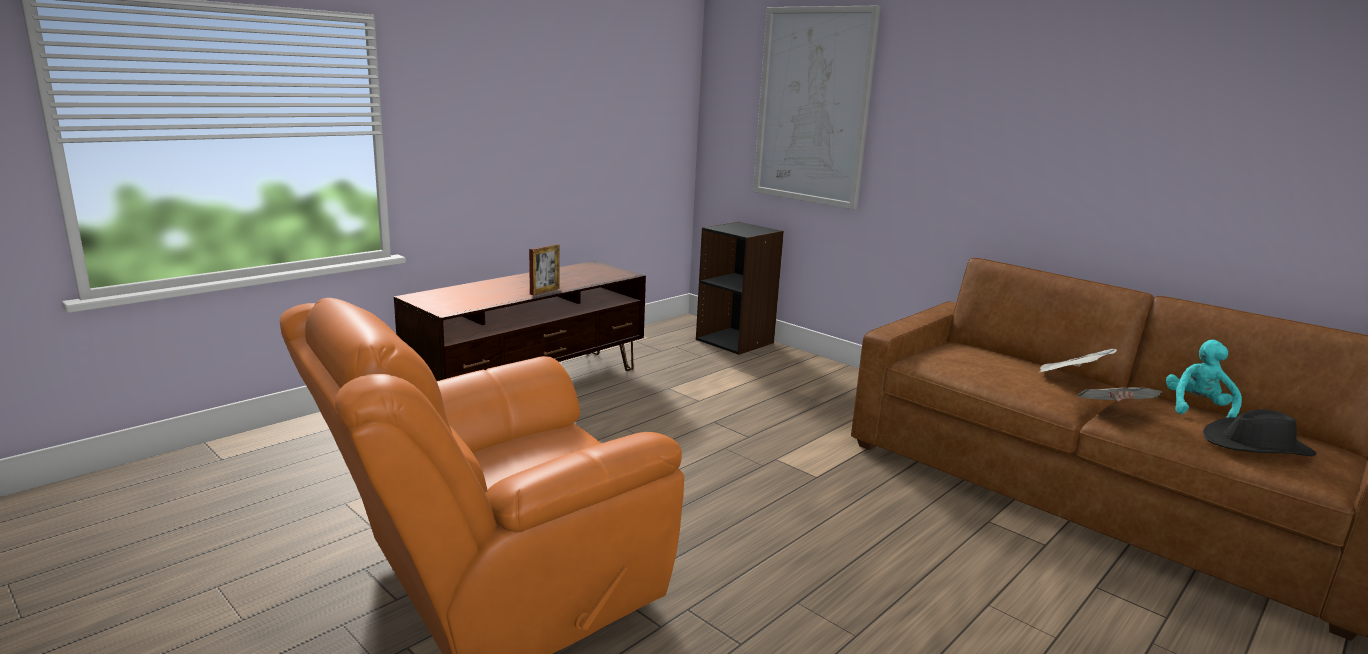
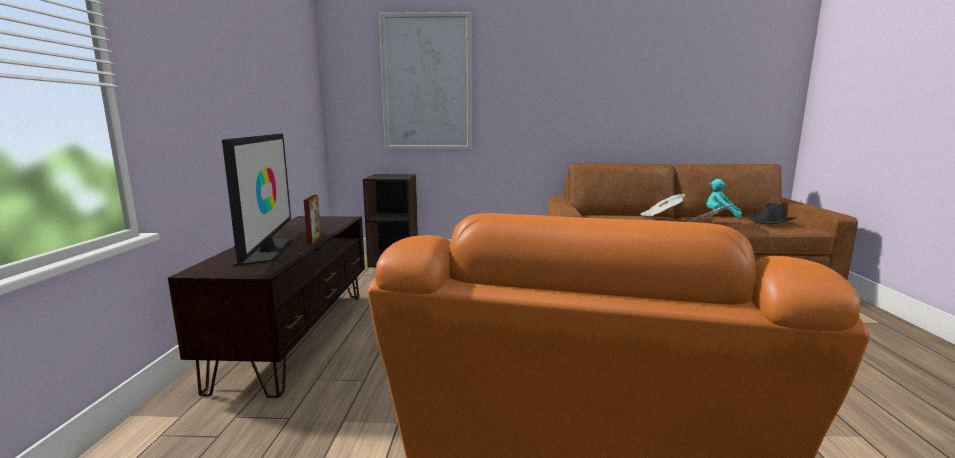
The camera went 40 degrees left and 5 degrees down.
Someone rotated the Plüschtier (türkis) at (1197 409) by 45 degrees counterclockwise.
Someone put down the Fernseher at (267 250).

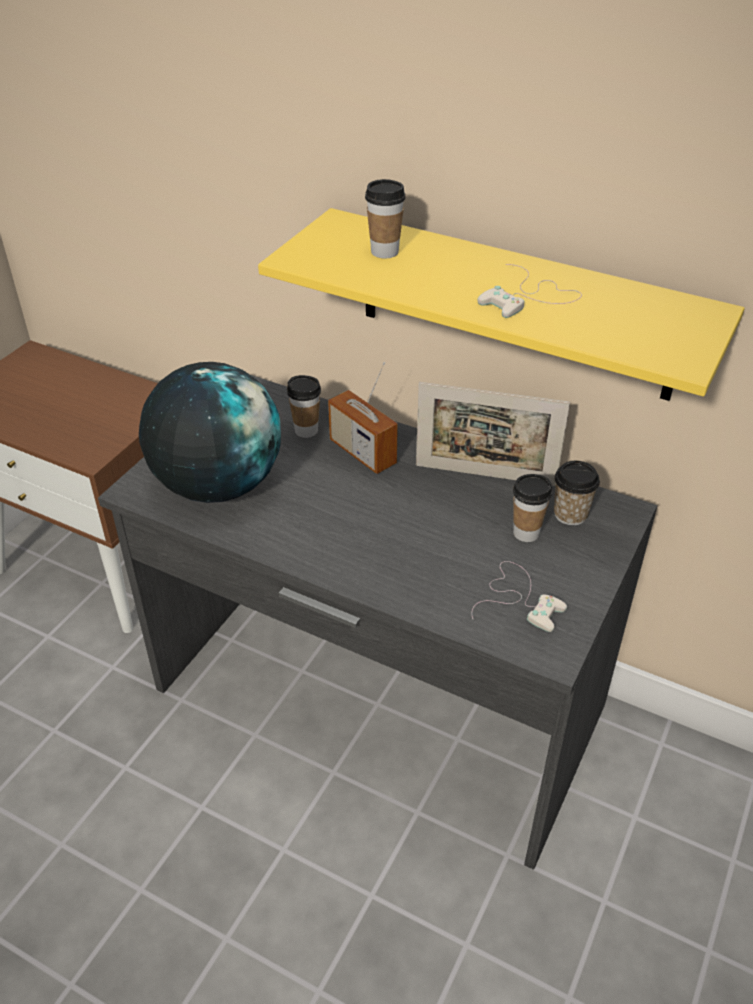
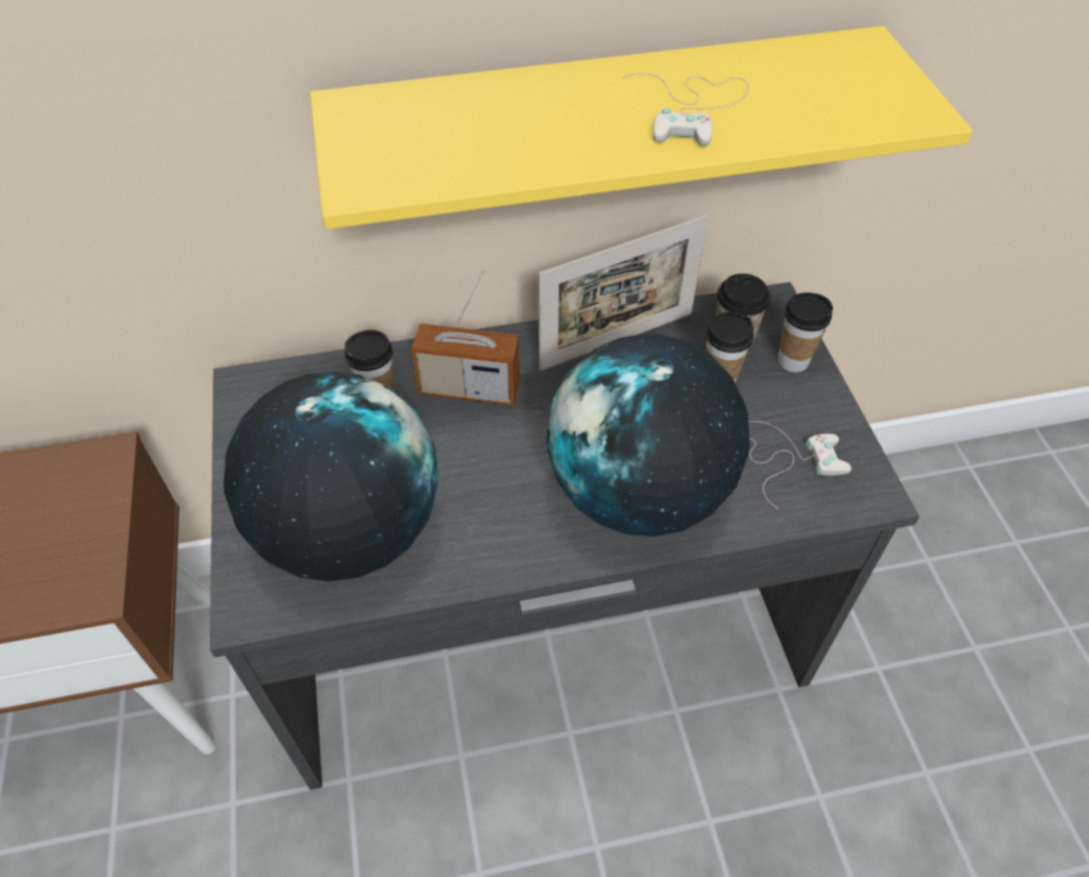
The camera went 40 degrees left and 10 degrees up.
Someone carried the Tasse from (384 252) to (793 361).
Someone put down the Globus at (639 493).

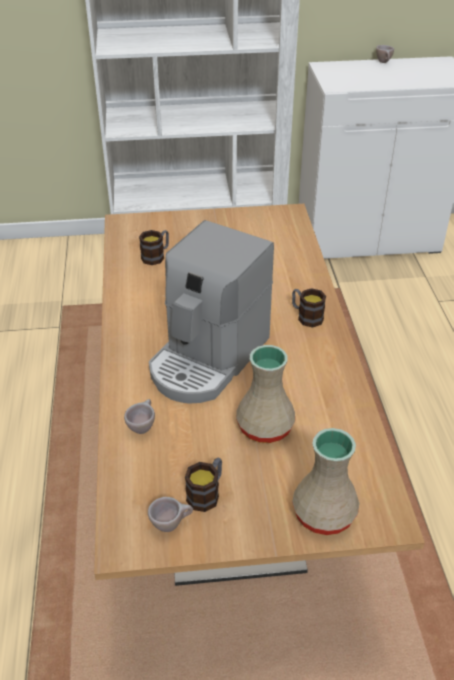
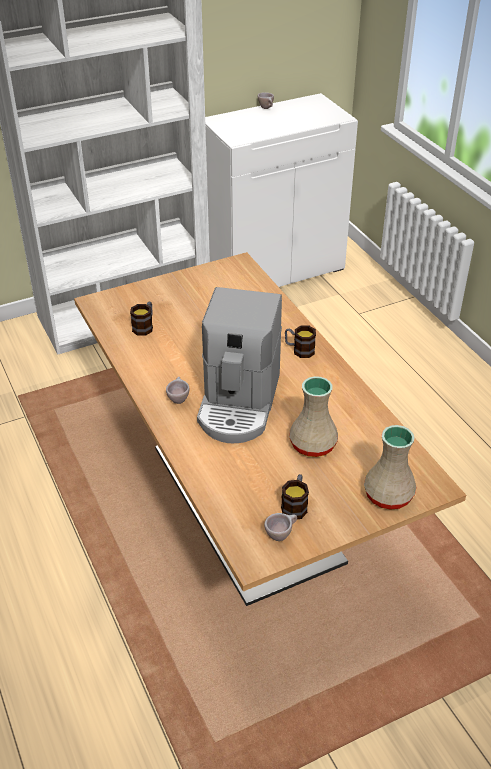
The camera went 20 degrees left and 0 degrees up.
Someone carried the Tasse (beige) from (142 426) to (178 398).

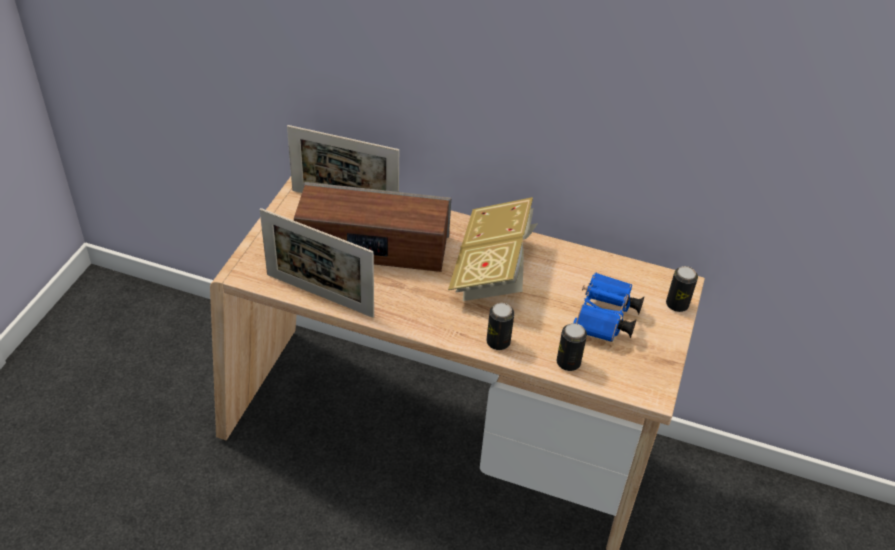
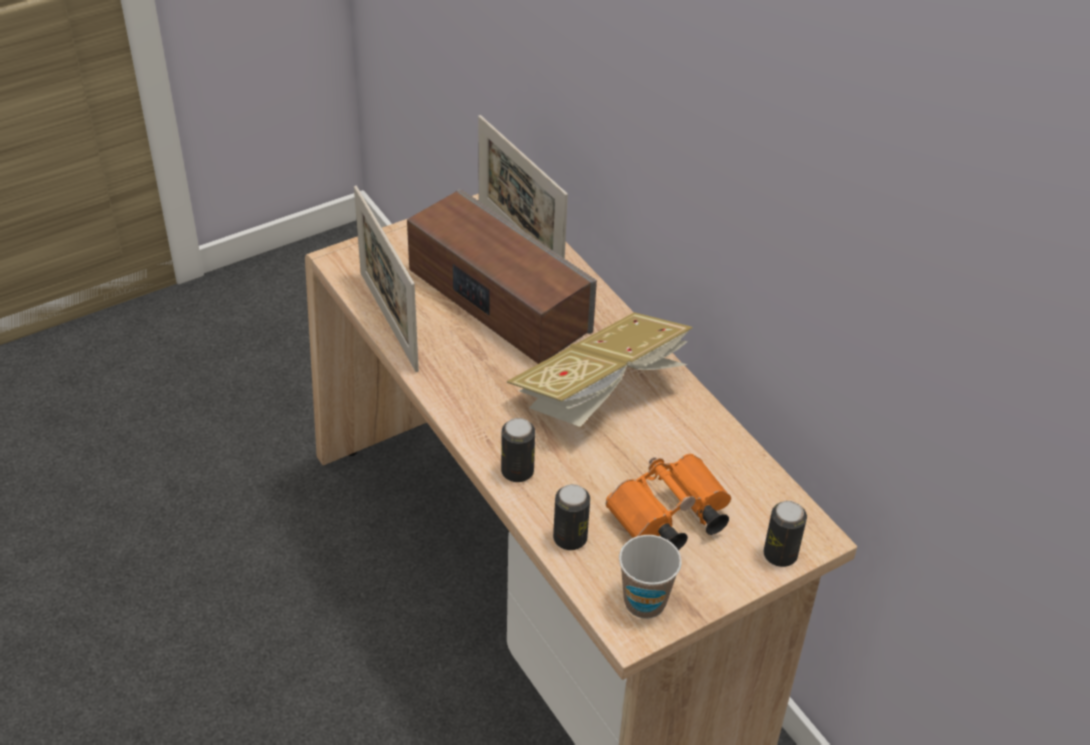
The camera went 40 degrees right and 0 degrees up.
Someone repainted the Fernglas (blau) at (604 320), which became the Fernglas (orange) at (667 519).
Someone put down the Tasse at (644 602).

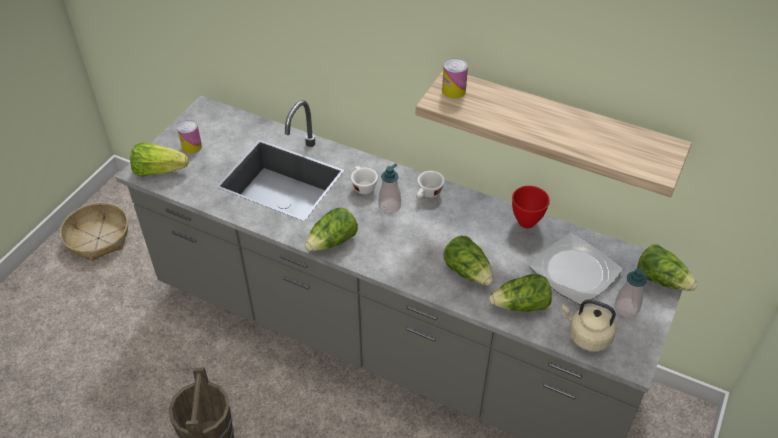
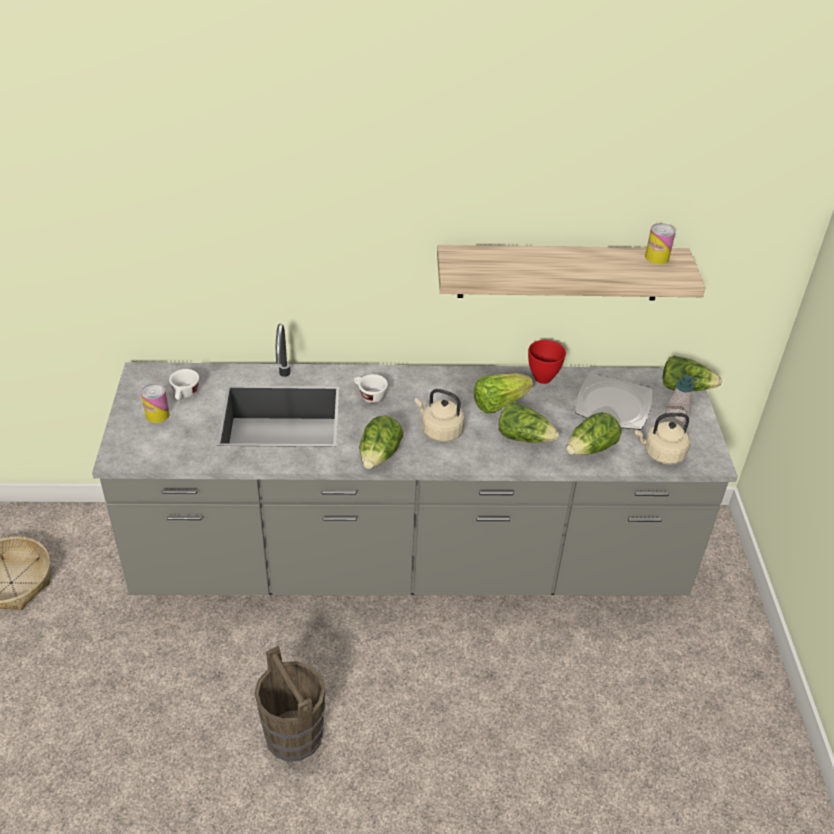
The camera went 30 degrees left and 5 degrees down.
Someone carried the Salatkopf from (159 170) to (499 403).
Someone took away the Seifenspender at (389 206).
Someone carried the Tasse (weiß) from (428 194) to (185 395).
Someone carried the Dose from (453 91) to (657 257).
Someone put down the Wasserkessel (beige) at (439 431).

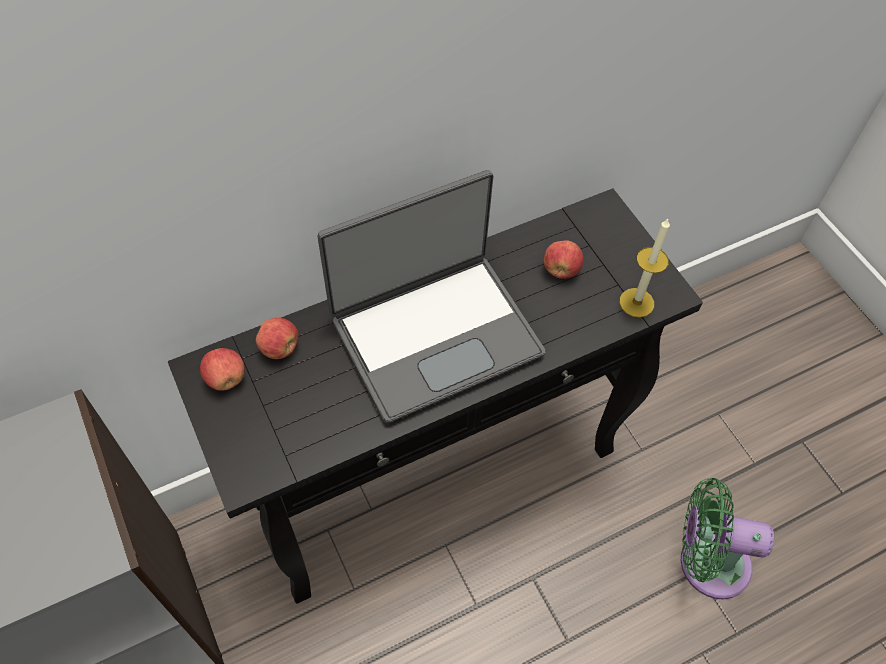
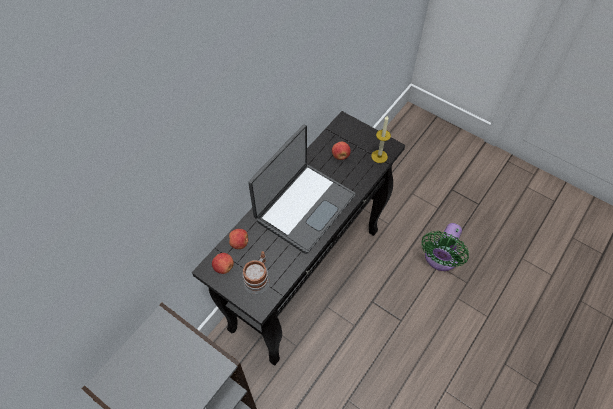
The camera went 25 degrees left and 0 degrees up.
Someone rotated the Ventilator (grün) at (706 562) by 45 degrees counterclockwise.
Someone put down the Henkelbecher at (258 278).

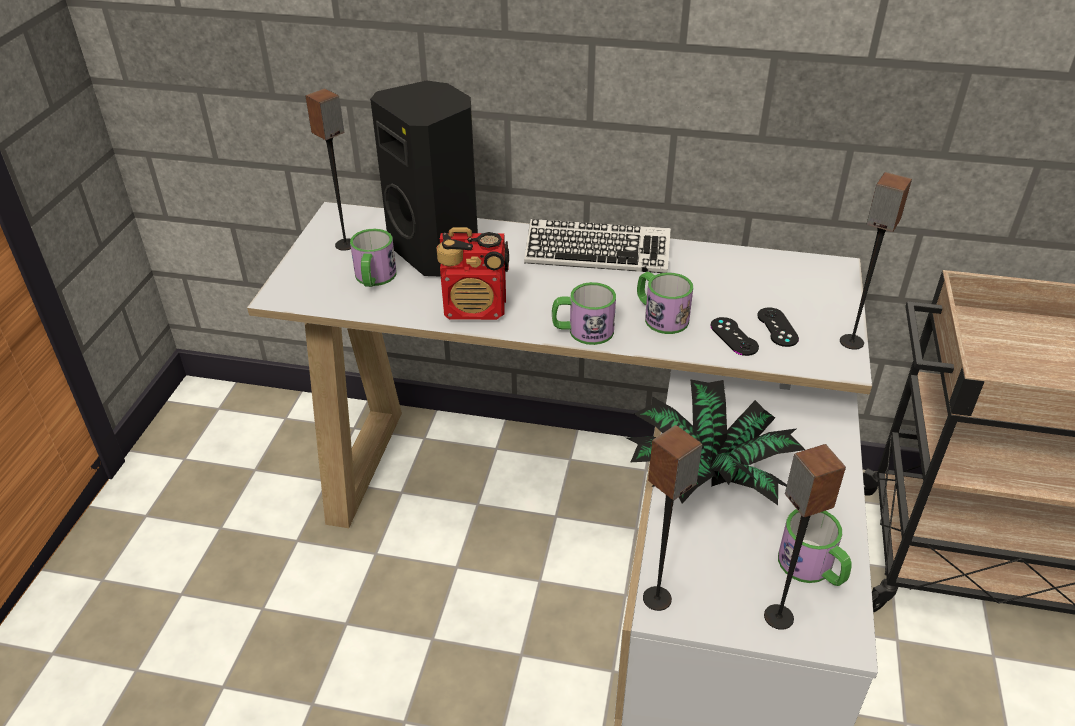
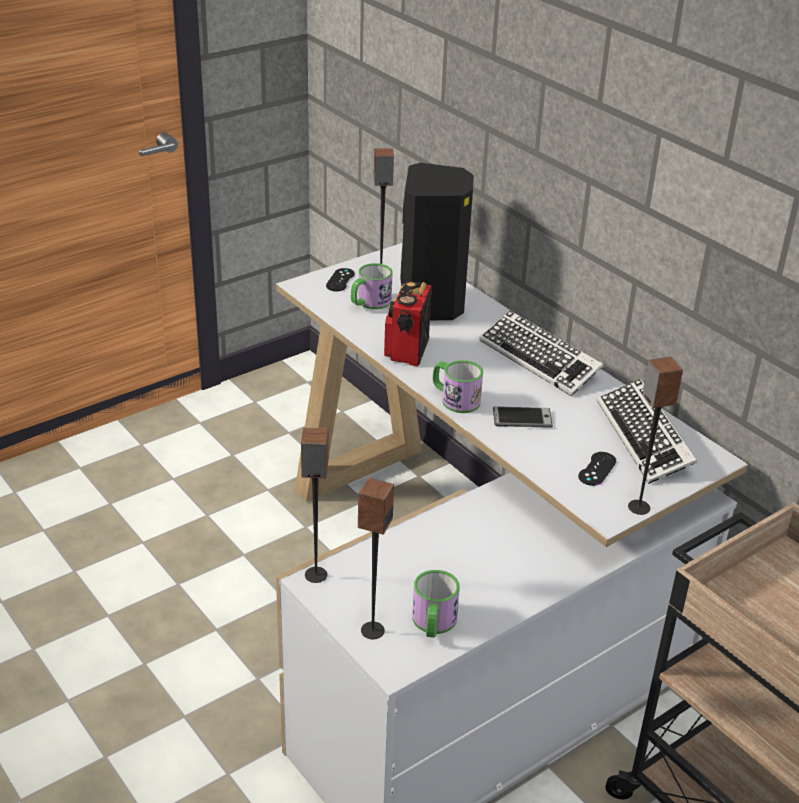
The camera went 40 degrees right and 5 degrees down.
Someone rotated the Radio at (476 309) by 60 degrees clockwise.
Someone took away the Topfpflanze at (708 475).
Someone swapped the Henkelbecher at (660 316) for the Handy at (522 418).
Someone carried the Gamepad (schwarz) from (734 336) to (340 280).
Someone put down the Tastatur at (644 438).

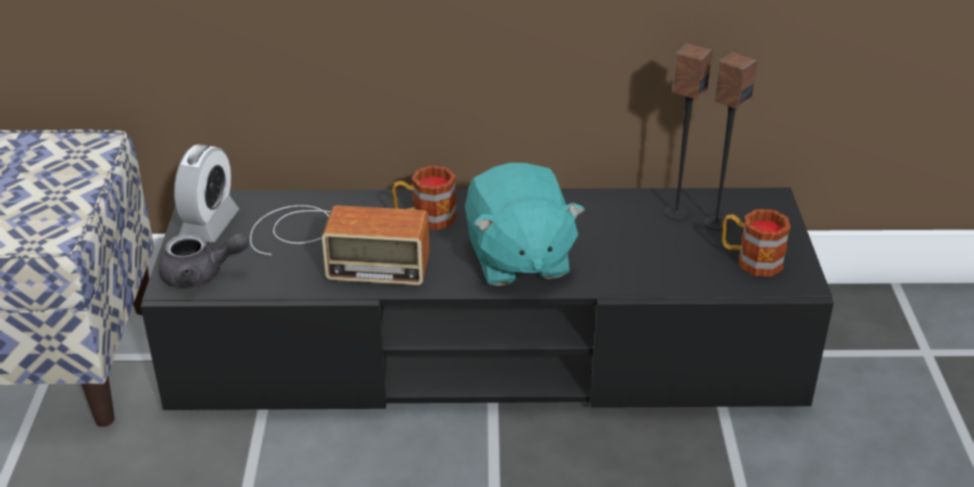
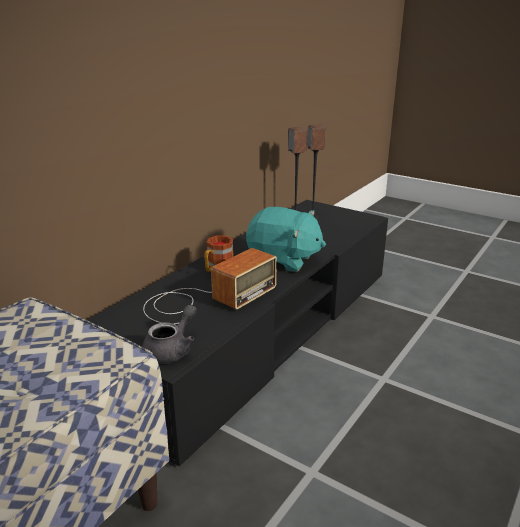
The camera went 55 degrees left and 10 degrees down.
Someone took away the Wecker at (209 224).
Someone took away the Henkelbecher at (750 260).

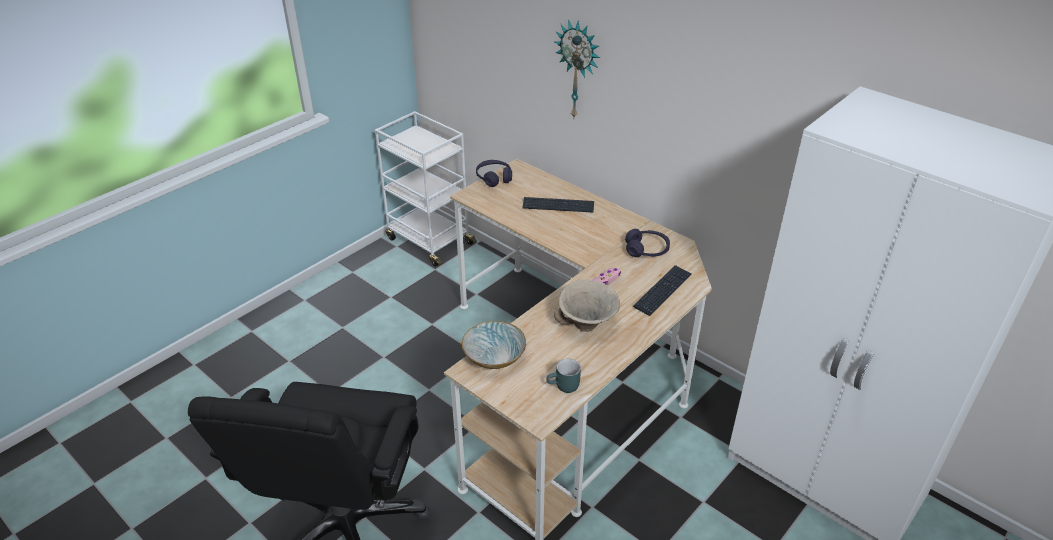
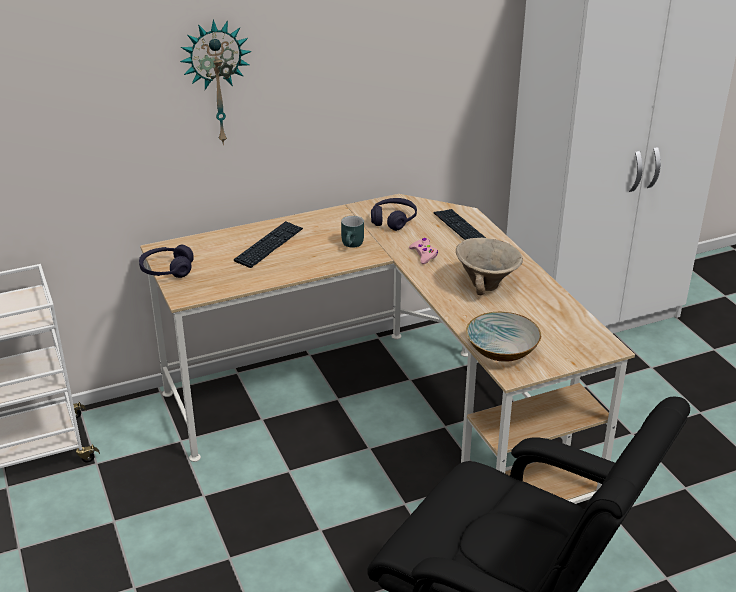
The camera went 65 degrees left and 5 degrees down.
Someone carried the Henkelbecher (türkis) from (564 387) to (353 245).

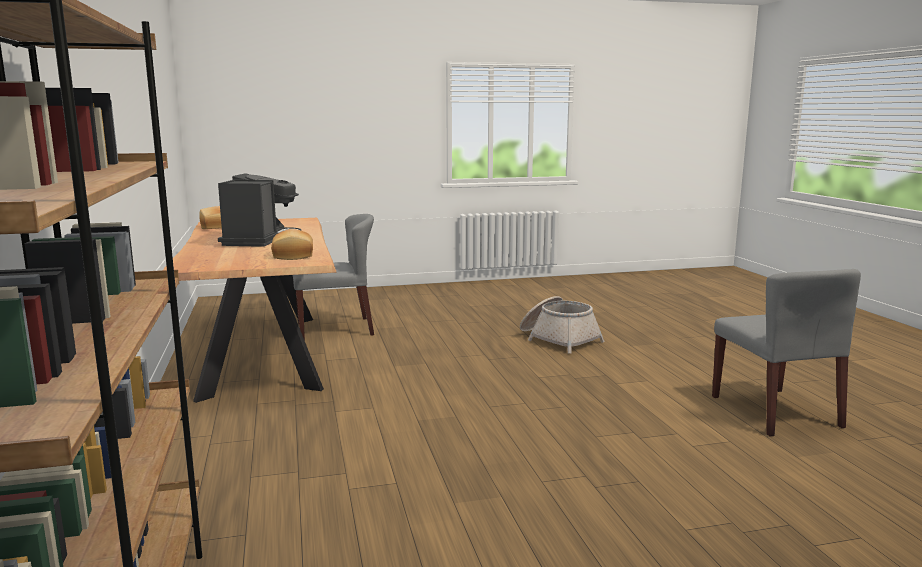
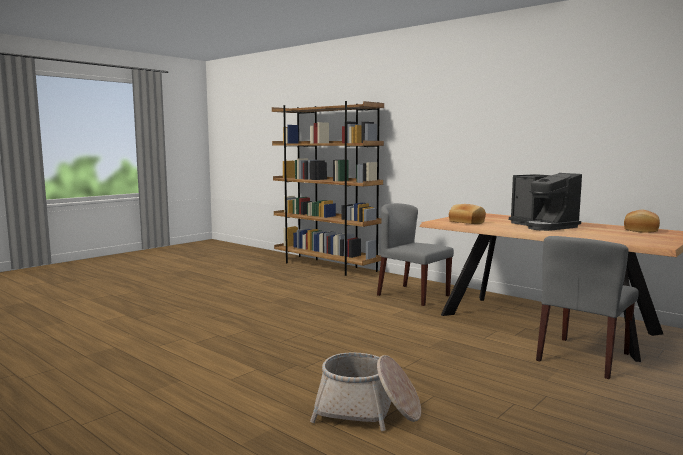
The camera went 145 degrees right and 5 degrees down.
Someone carried the Stuhl (grau) from (775 411) to (412 295).

